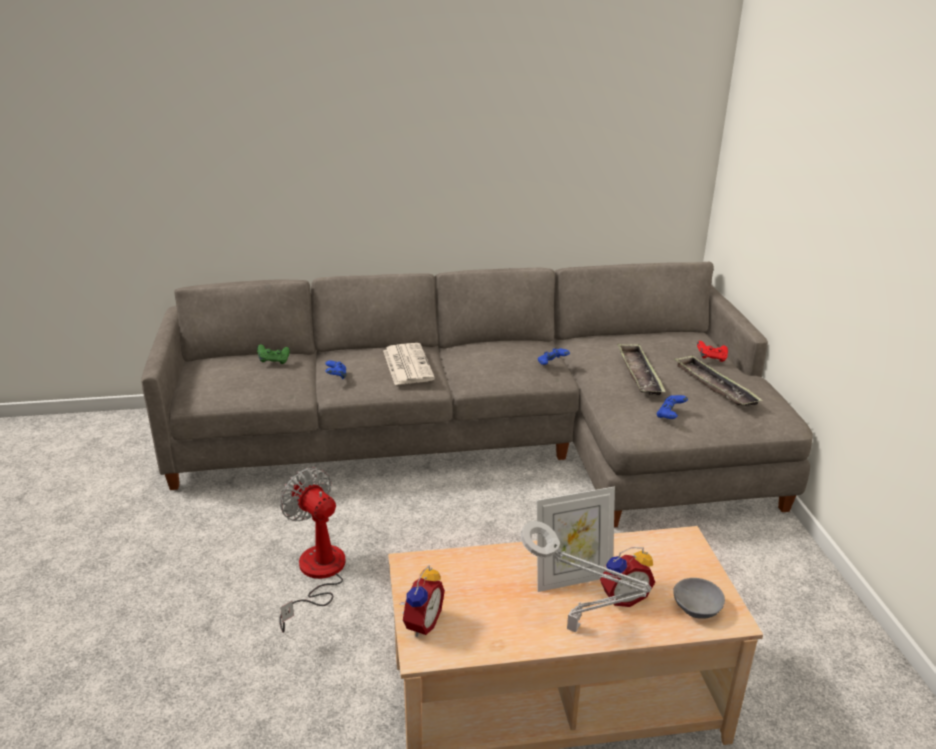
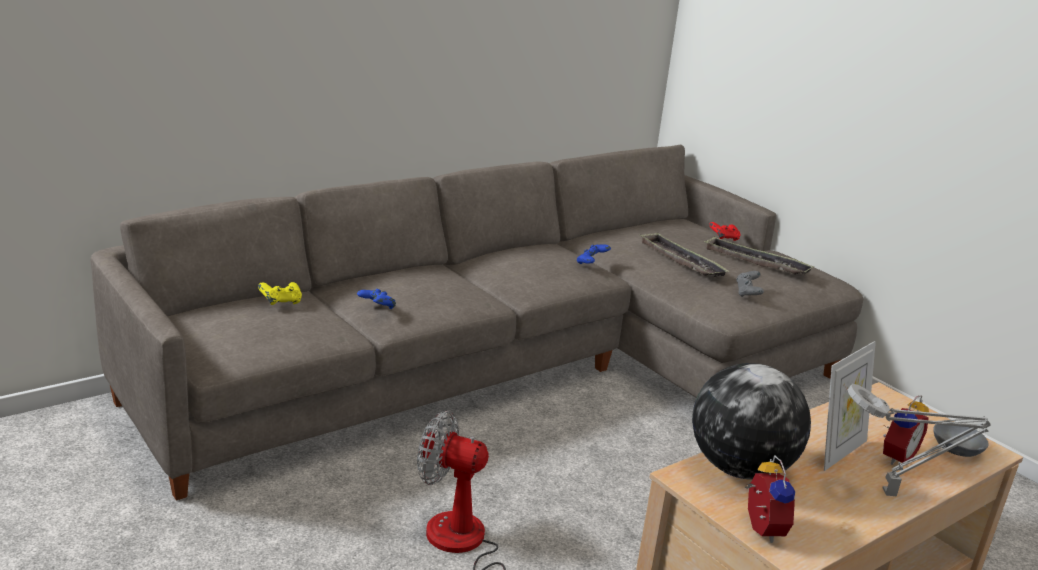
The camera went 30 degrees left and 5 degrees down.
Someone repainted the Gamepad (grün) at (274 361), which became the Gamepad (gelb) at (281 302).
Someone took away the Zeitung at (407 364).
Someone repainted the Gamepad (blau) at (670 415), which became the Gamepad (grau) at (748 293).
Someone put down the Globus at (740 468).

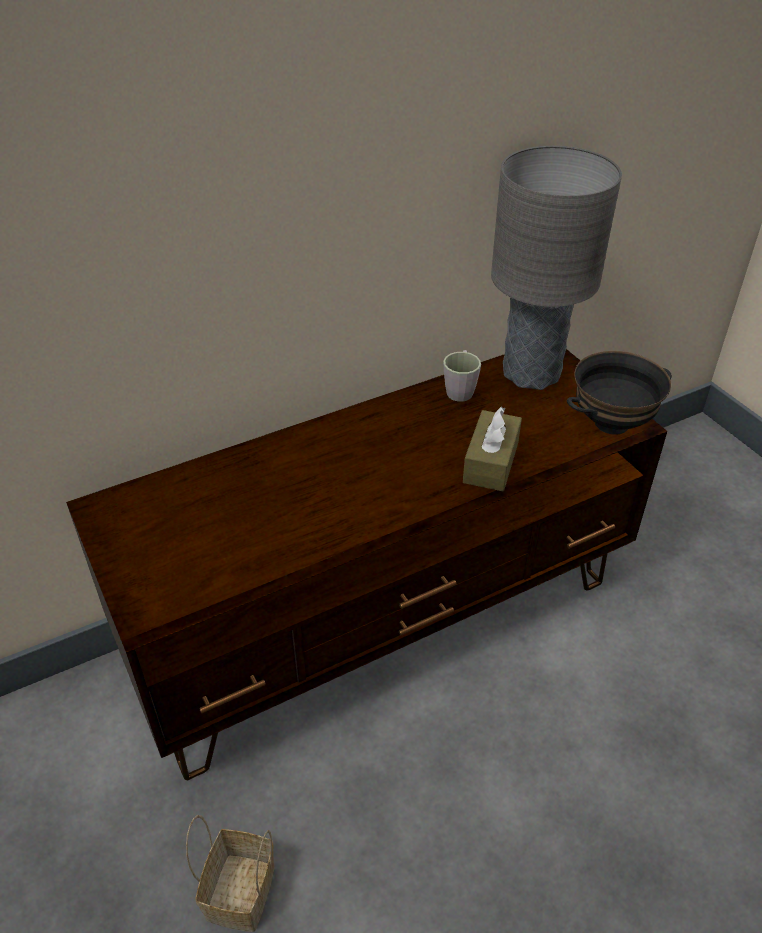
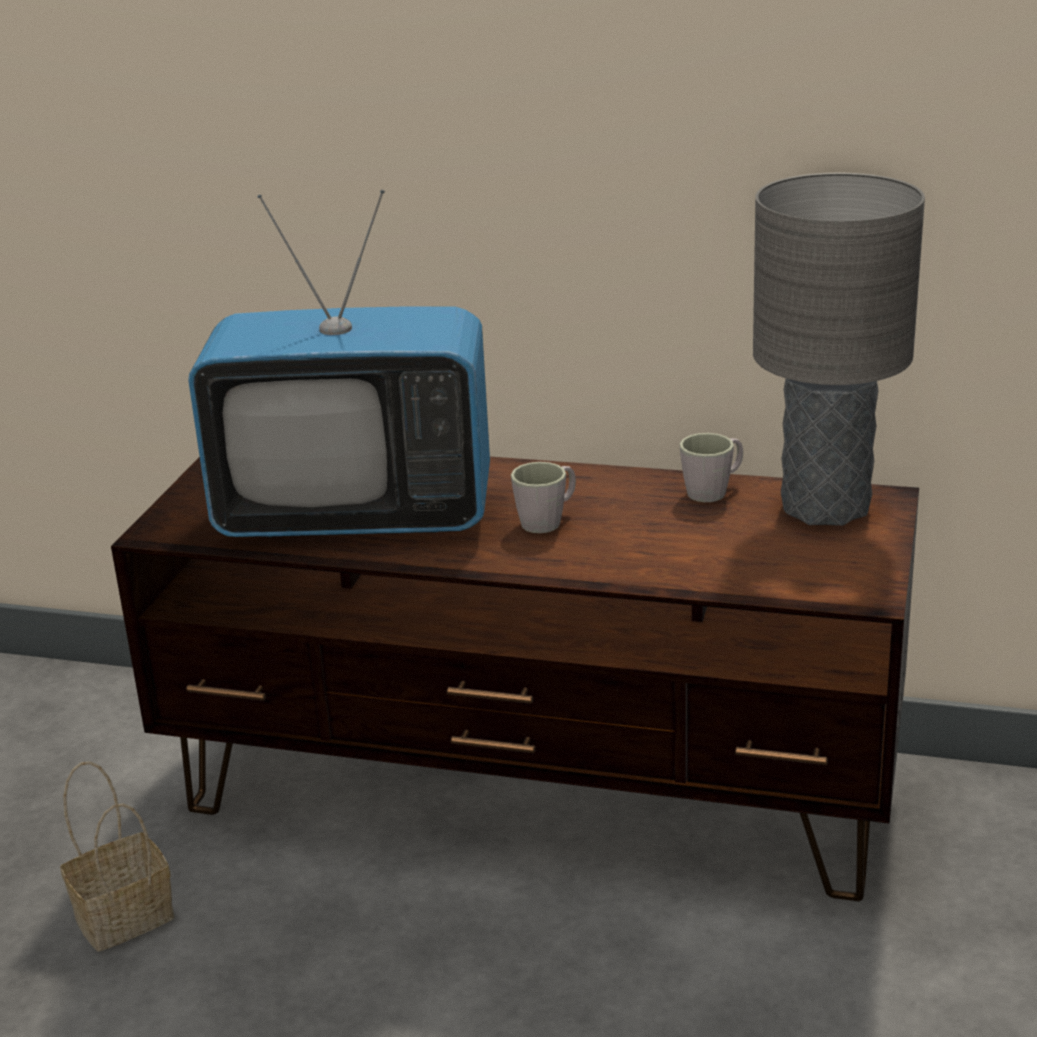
The camera went 45 degrees right and 15 degrees down.
Someone took away the Taschentuchbox (braun) at (491 462).
Someone took away the Schüssel (schwarz) at (612 424).
Someone put down the Fernseher at (356 516).
Someone put down the Henkelbecher (grau) at (548 520).

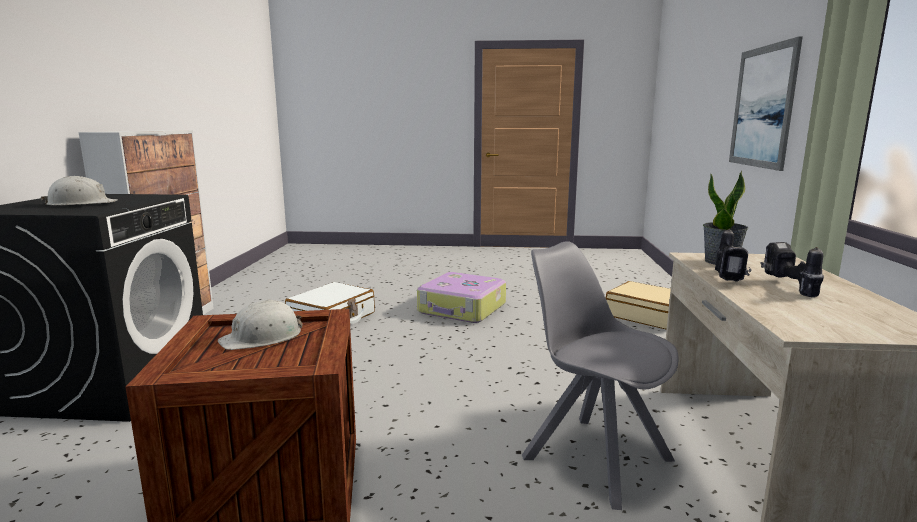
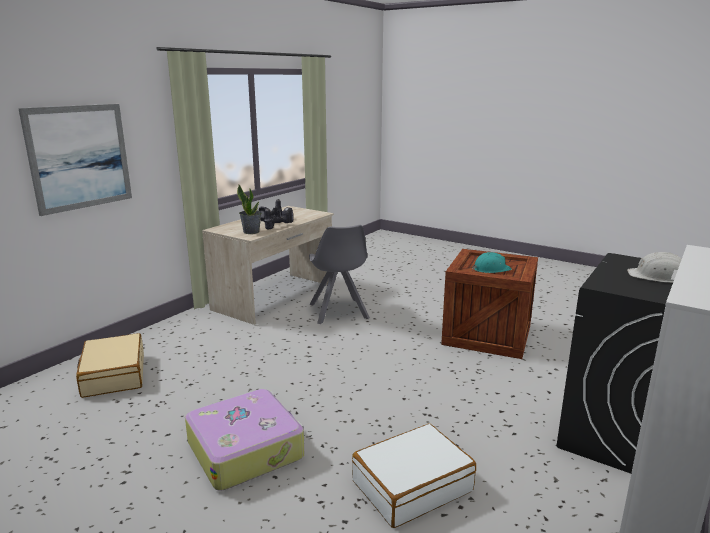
The camera went 150 degrees left and 5 degrees up.
Someone repainted the Schutzhelm (weiß) at (263 337), which became the Schutzhelm (türkis) at (491 269).

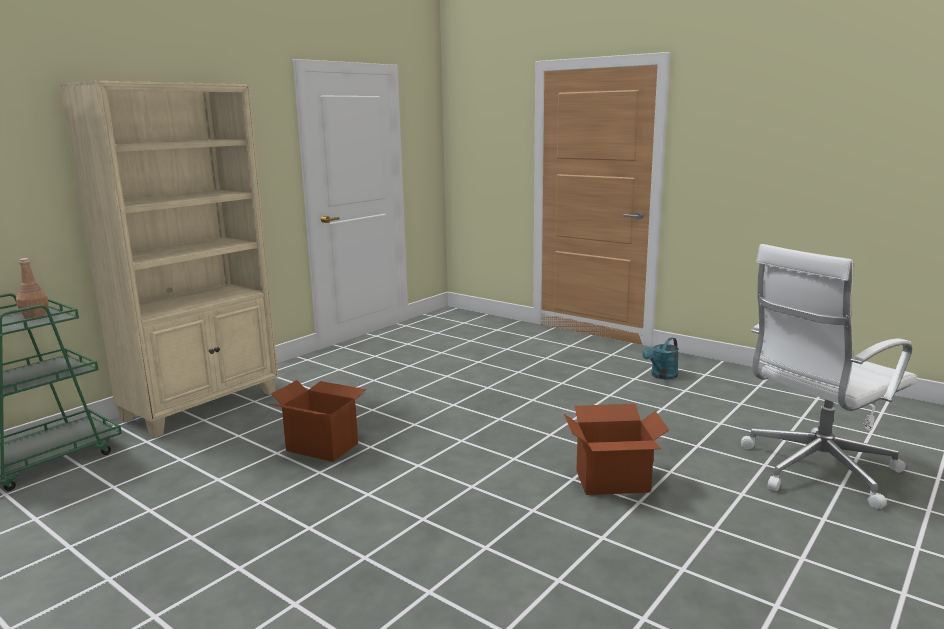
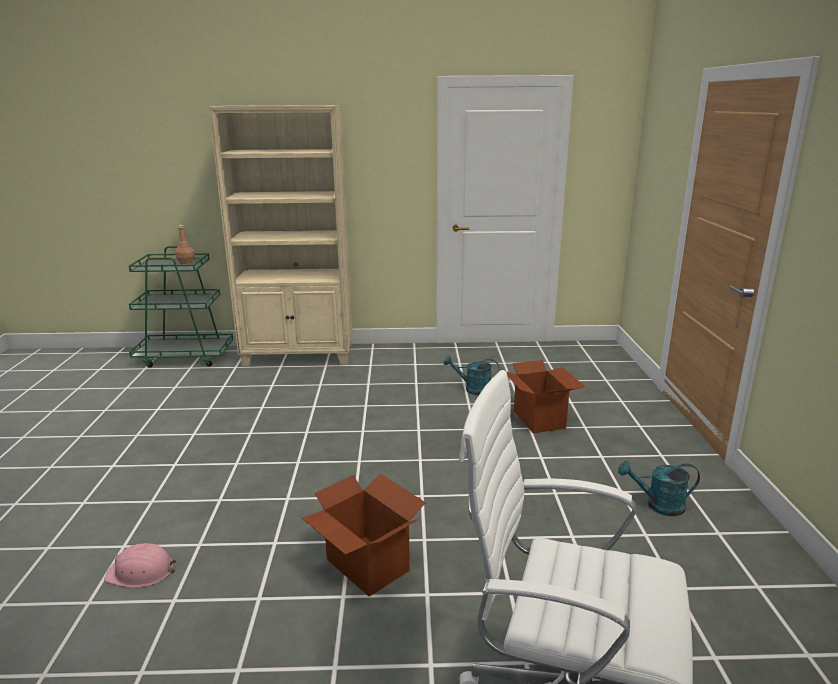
The camera went 50 degrees right and 5 degrees up.
Someone carried the Karton from (322 447) to (539 419).
Someone put down the Schutzhelm (rosa) at (141 572).
Someone put down the Gießkanne (türkis) at (473 389).

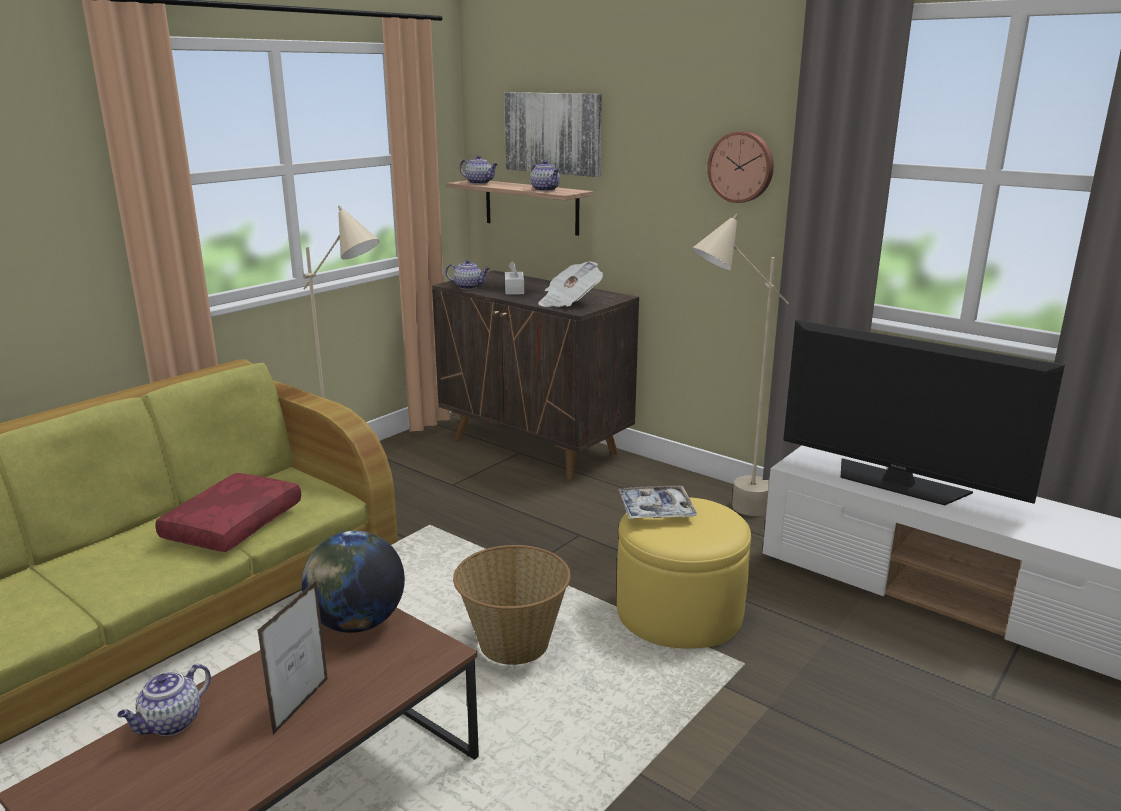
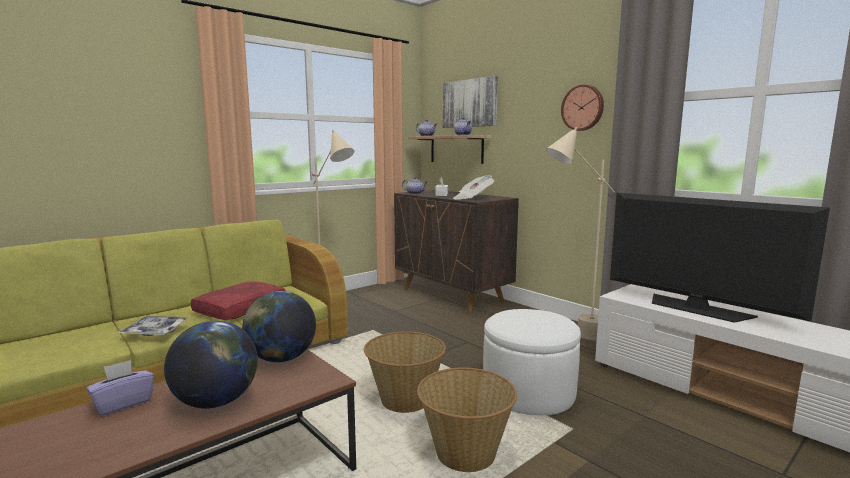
The camera went 10 degrees right and 10 degrees down.
Someone swapped the Teekanne at (170 724) for the Taschentuchbox (lila) at (123 403).
Someone swapped the Bilderrahmen at (301 705) for the Globus at (216 402).
Someone repainted the Polsterhocker (gelb) at (679 612), which became the Polsterhocker (weiß) at (528 391).
Someone carried the Tablett from (656 510) to (155 331).
Someone put down the Korb at (465 453).

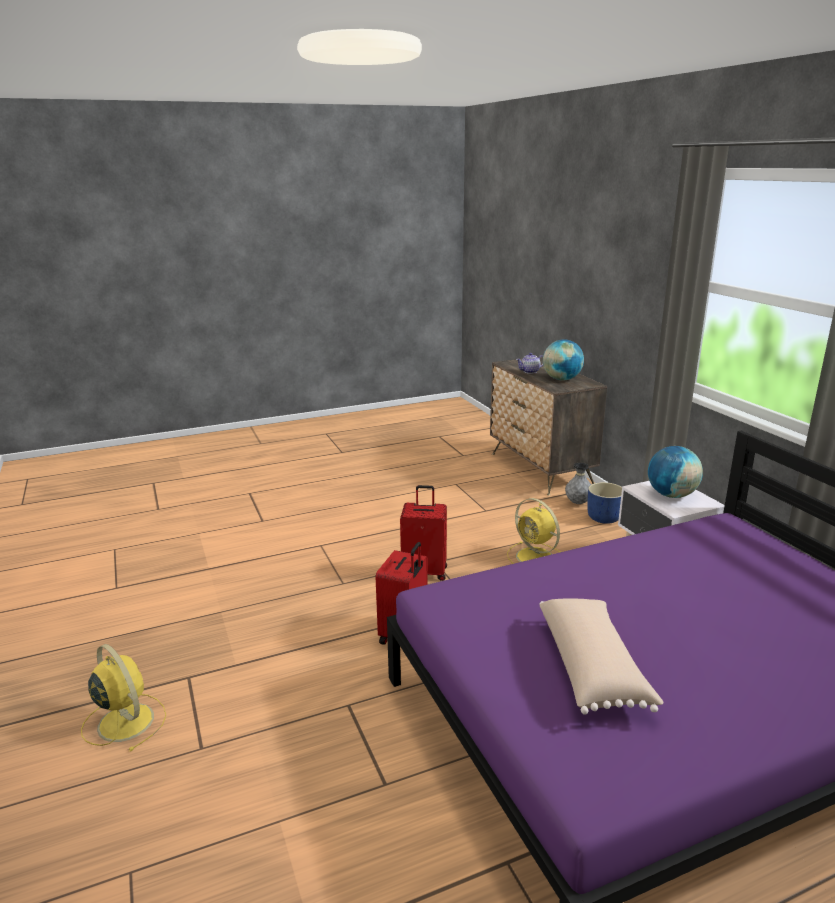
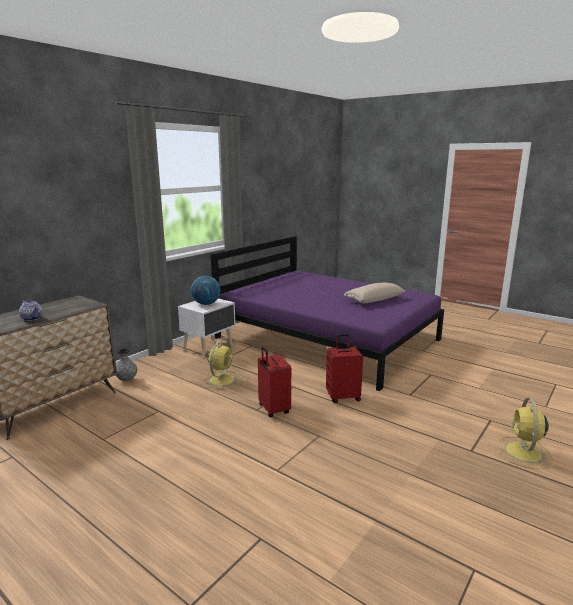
The camera went 120 degrees left and 5 degrees down.
Someone took away the Globus at (561 379).
Someone took away the Pflanzkübel (blau) at (604 518).

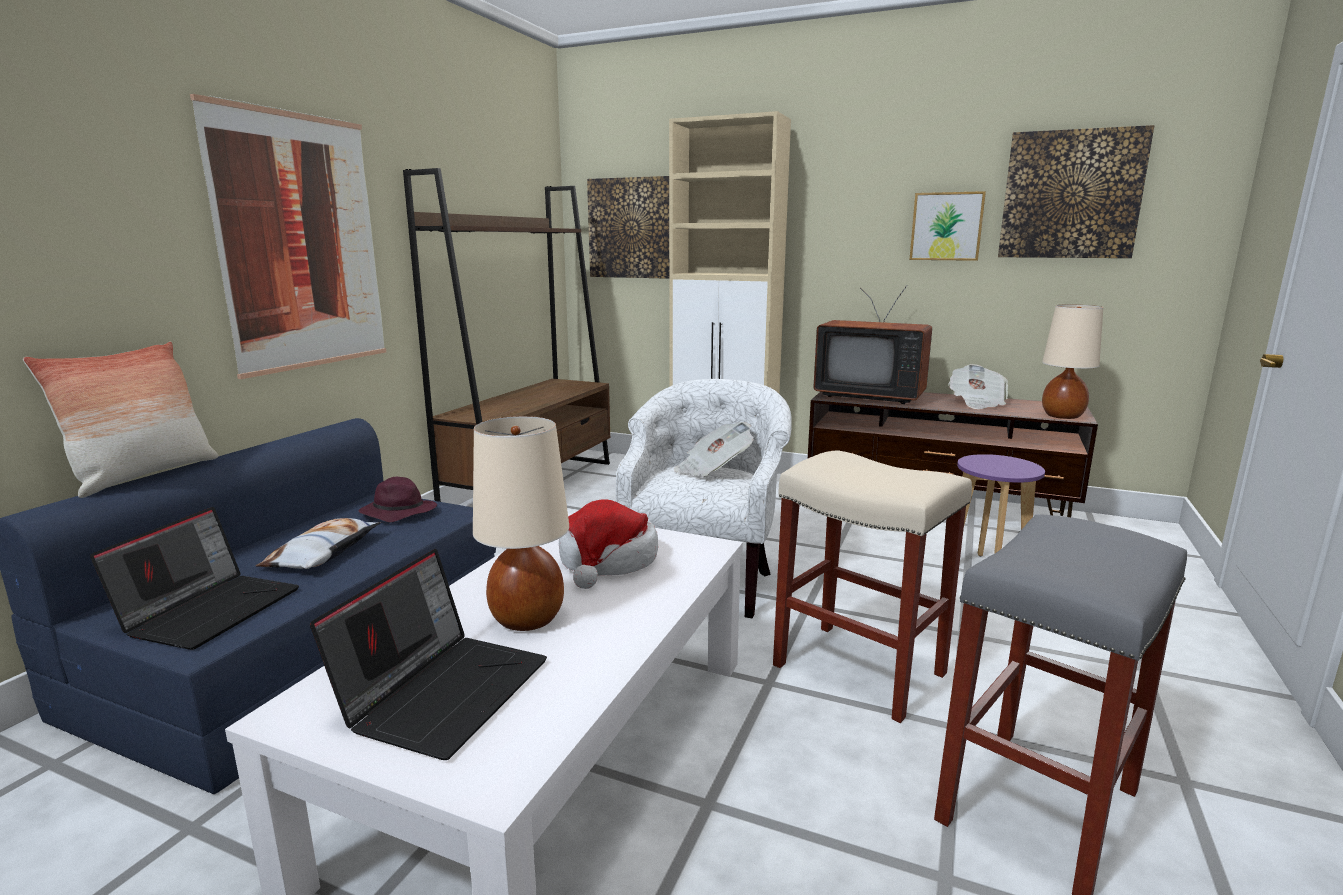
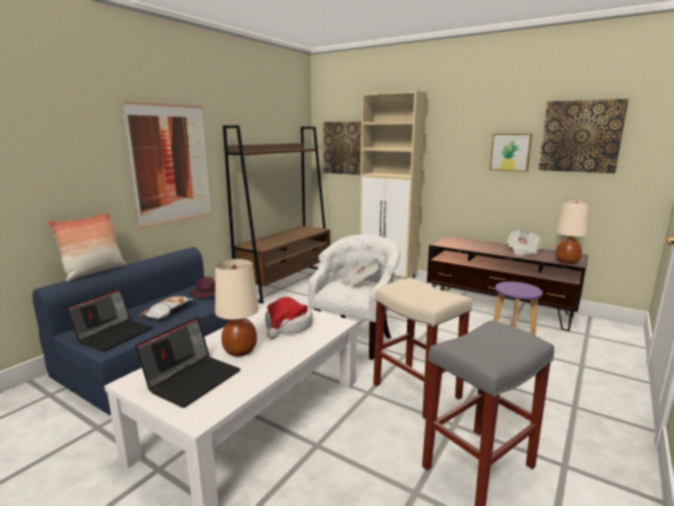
The camera went 10 degrees right and 0 degrees up.
Someone took away the Fernseher at (869 395).

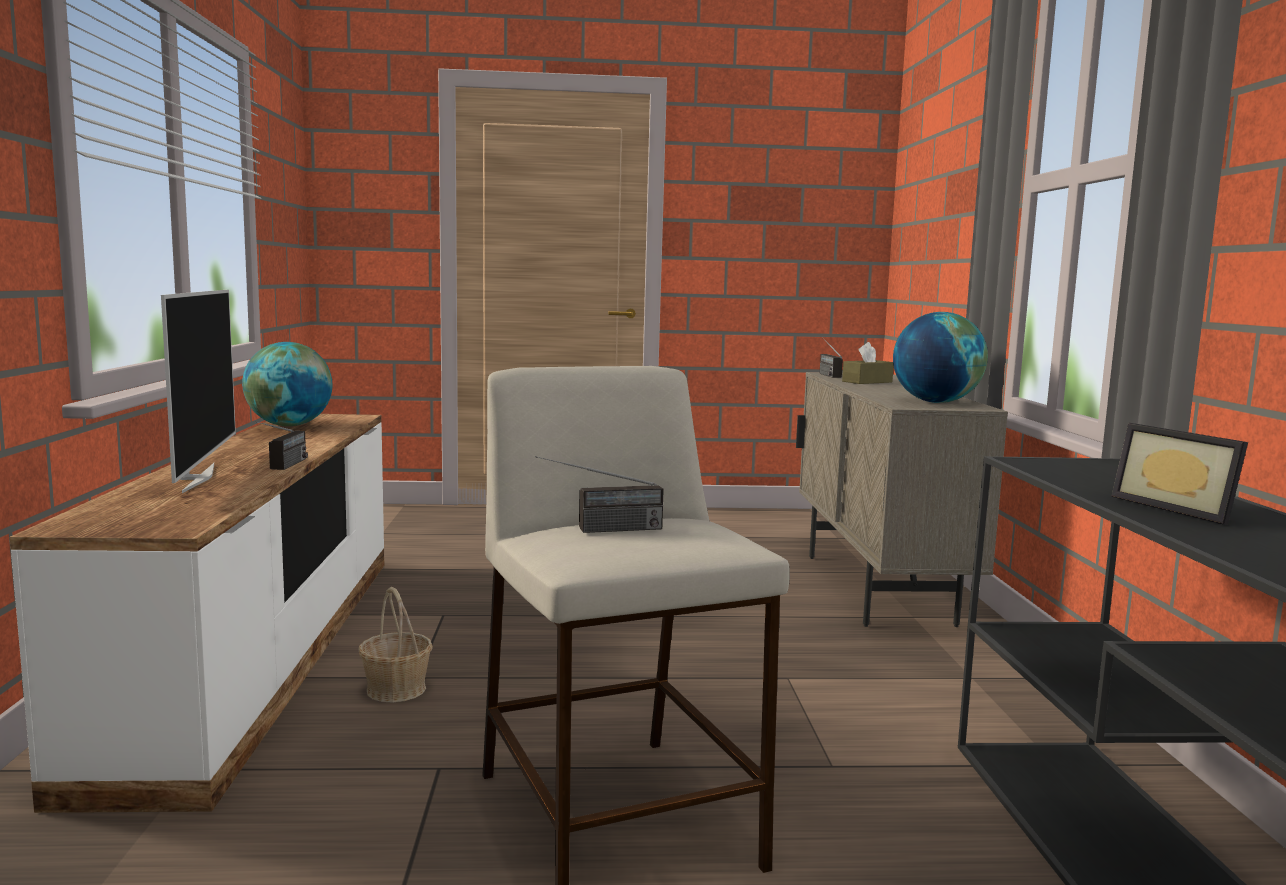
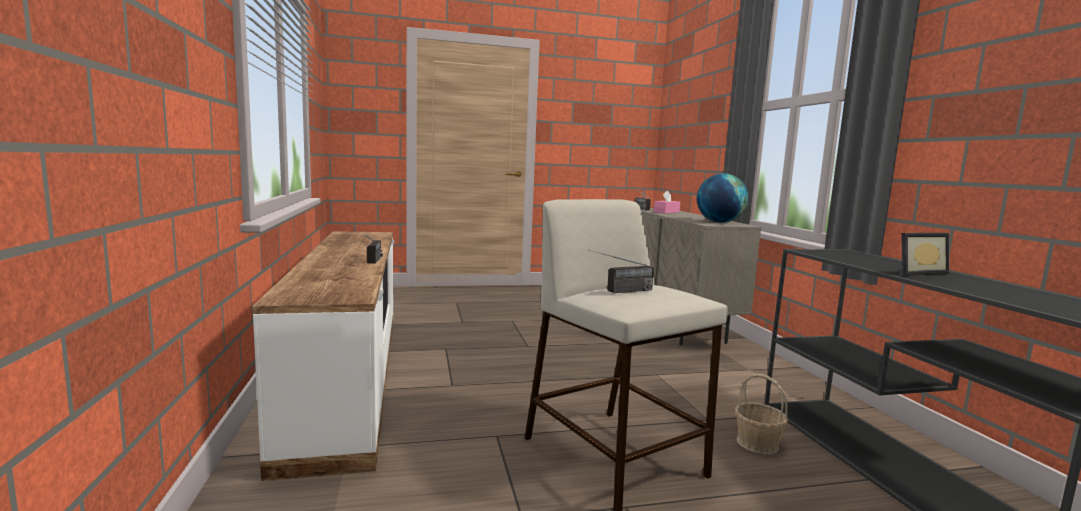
The camera went 10 degrees left and 0 degrees up.
Someone took away the Fernseher at (196 478).
Someone took away the Globus at (289 425).
Someone carried the Korb from (396 690) to (757 443).
Someone repainted the Taschentuchbox (braun) at (867 382), which became the Taschentuchbox (rosa) at (666 212).
Someone rotated the Bilderrahmen at (1179 509) by 75 degrees counterclockwise.

